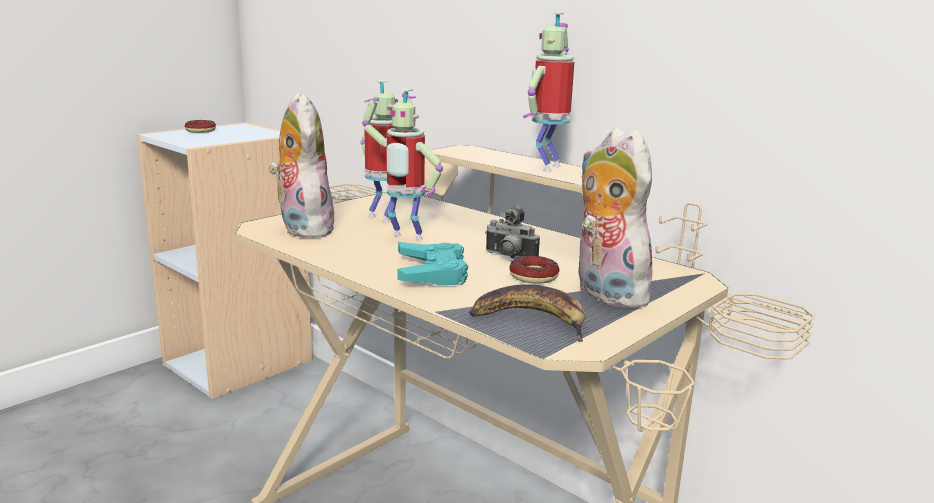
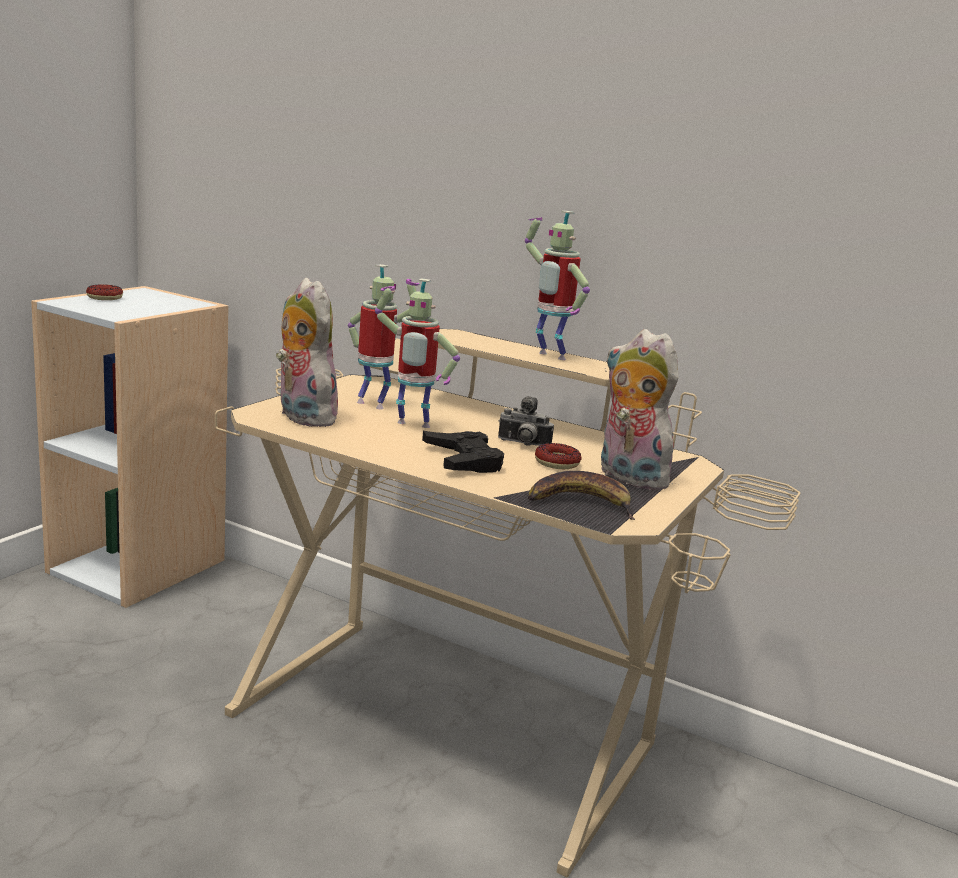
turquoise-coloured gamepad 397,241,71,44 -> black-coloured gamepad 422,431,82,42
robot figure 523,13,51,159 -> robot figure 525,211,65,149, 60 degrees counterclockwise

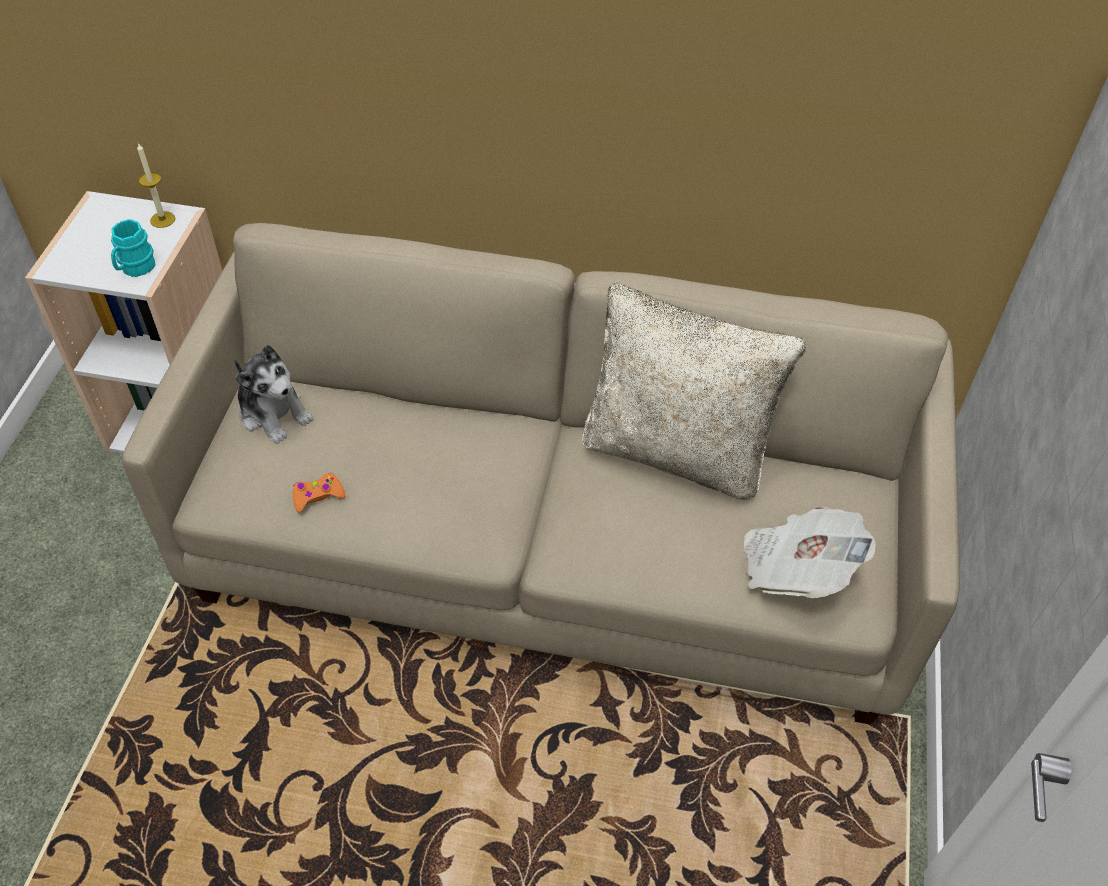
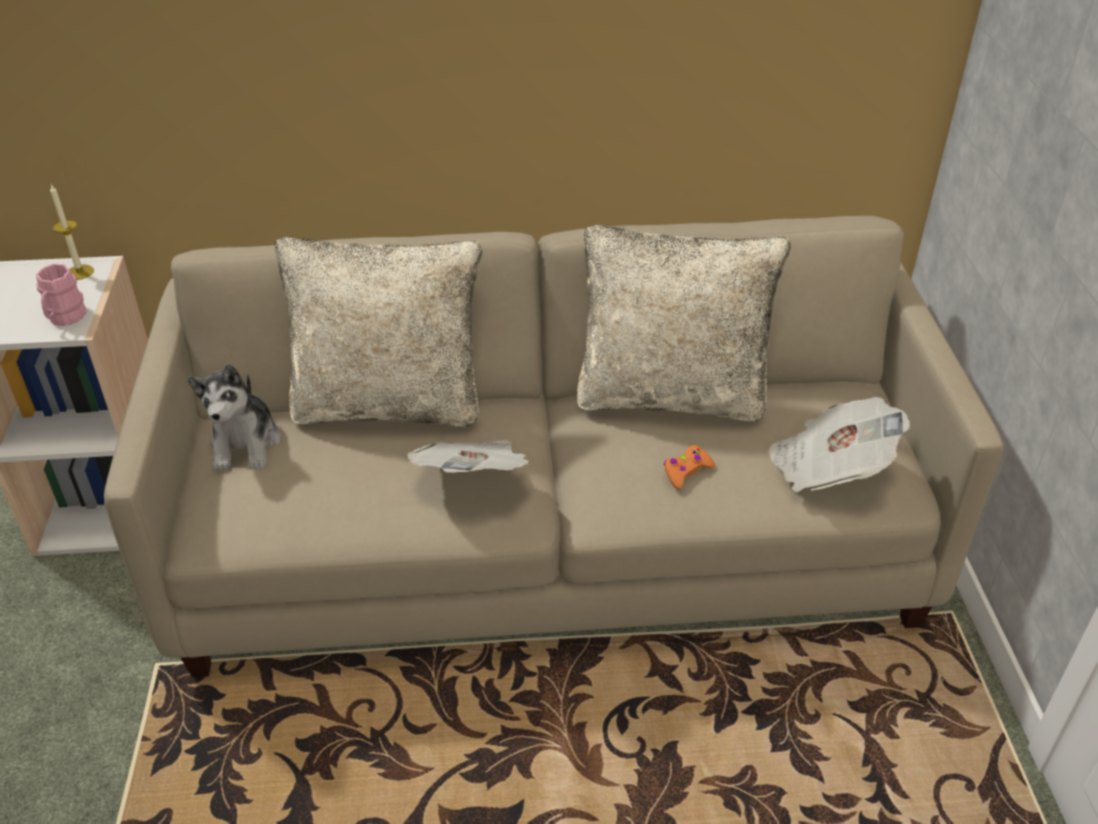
turquoise-coloured tea mug 111,219,44,58 -> pink tea mug 36,263,51,63
plush toy 234,345,79,99 -> plush toy 187,364,94,107, 60 degrees clockwise
orange gamepad 293,473,53,39 -> orange gamepad 664,445,51,44, move
none -> beige throw pillow 275,236,208,191
none -> newspaper 407,440,124,33

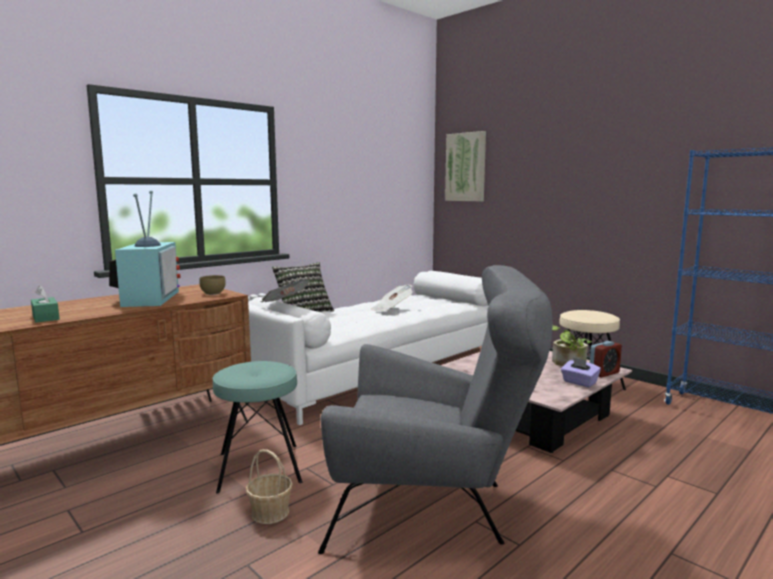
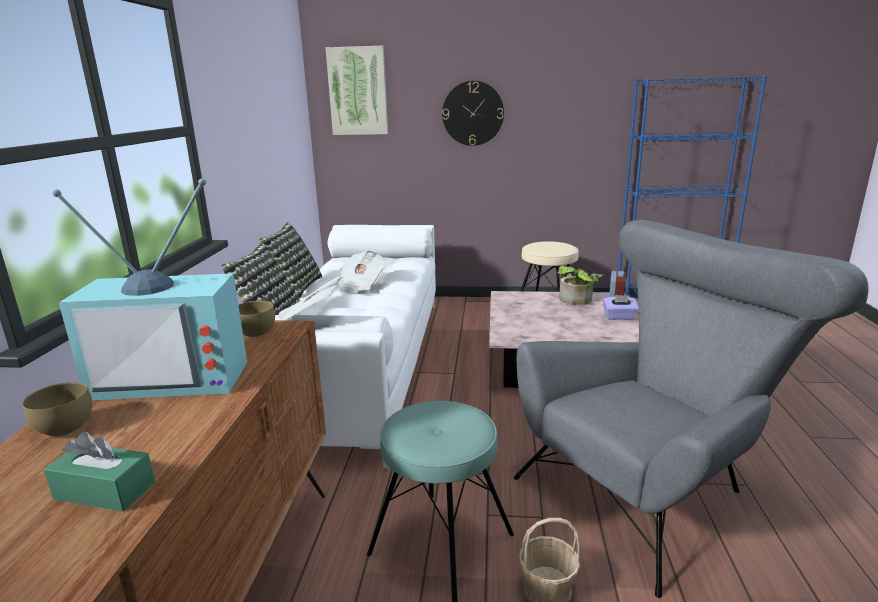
television 109,191,71,116 -> television 53,178,194,223, 135 degrees clockwise
none -> brown-coloured bowl 23,382,69,55
none -> throw pillow 259,223,63,76
none -> hanging clock 442,81,62,65

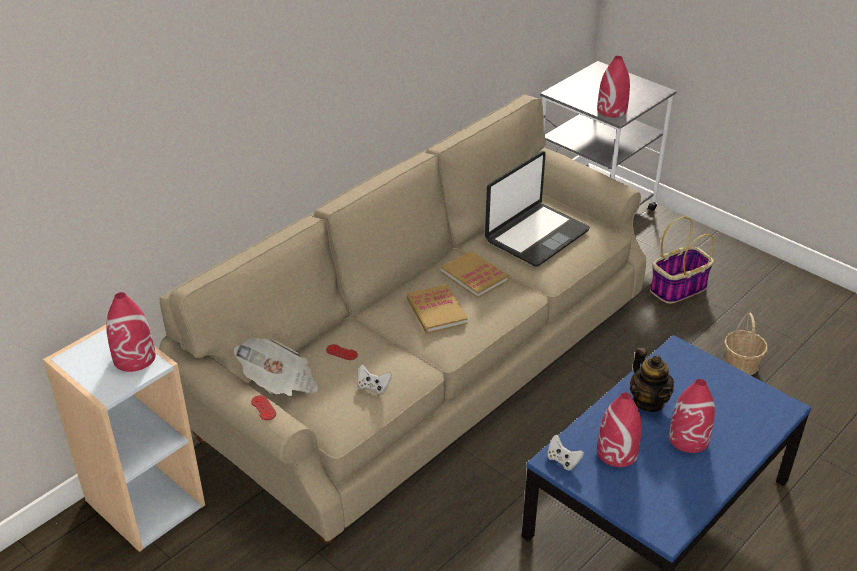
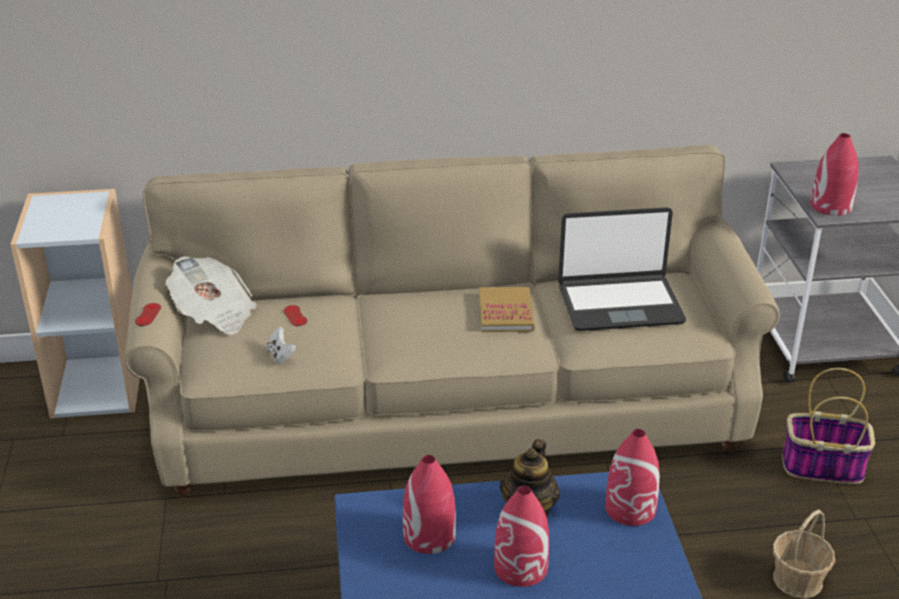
red-coloured decorative vase 106,292,50,80 -> red-coloured decorative vase 605,429,55,97, move
book 407,284,61,50 -> none
white gamepad 547,435,37,36 -> none

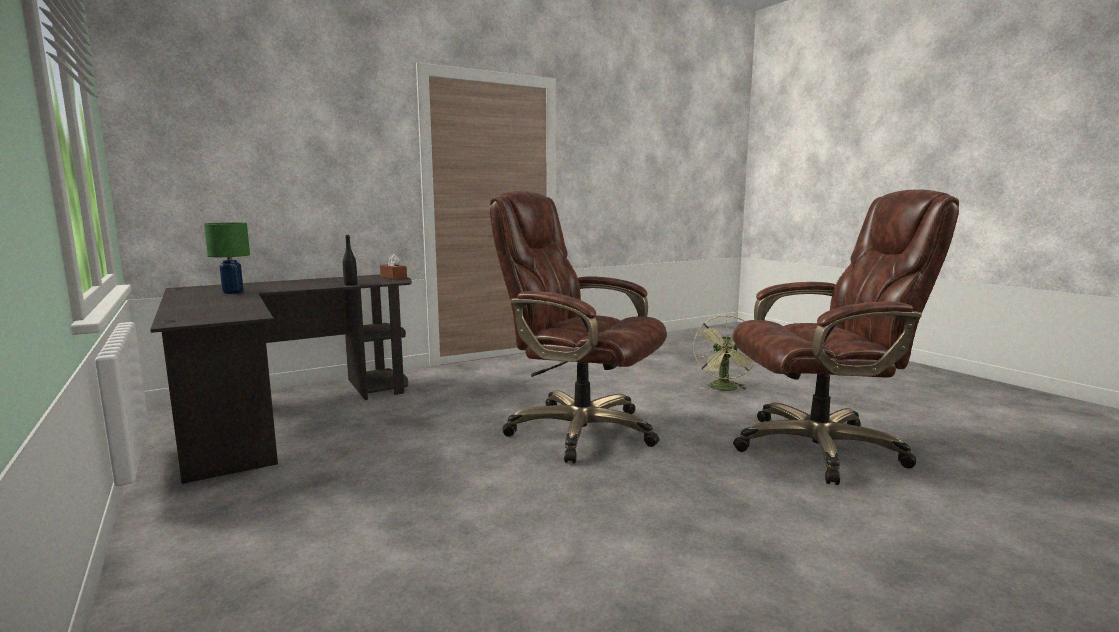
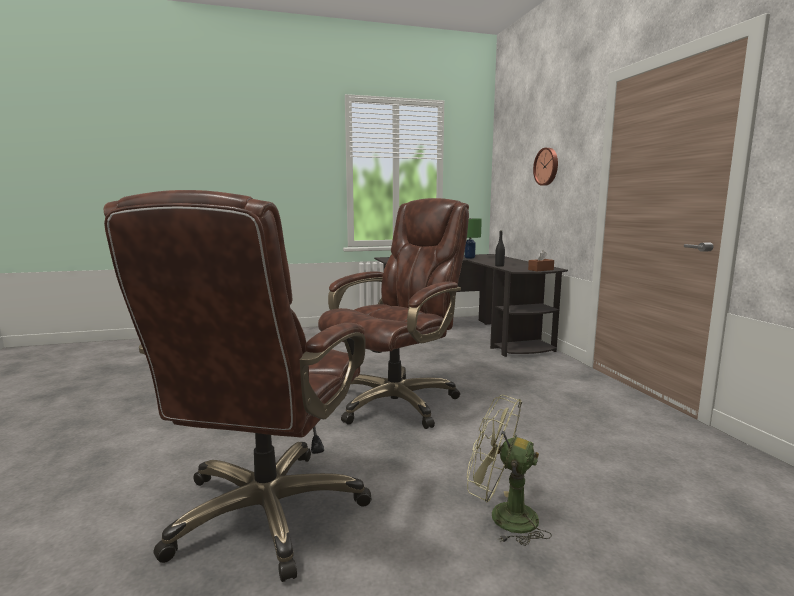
none -> hanging clock 533,148,25,38

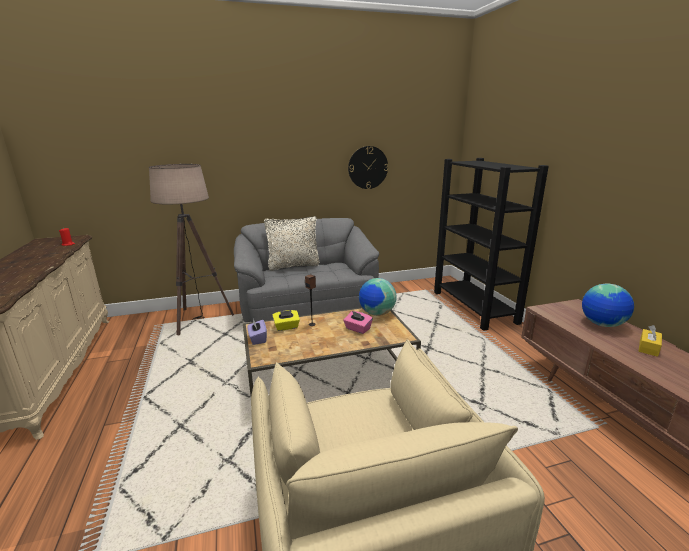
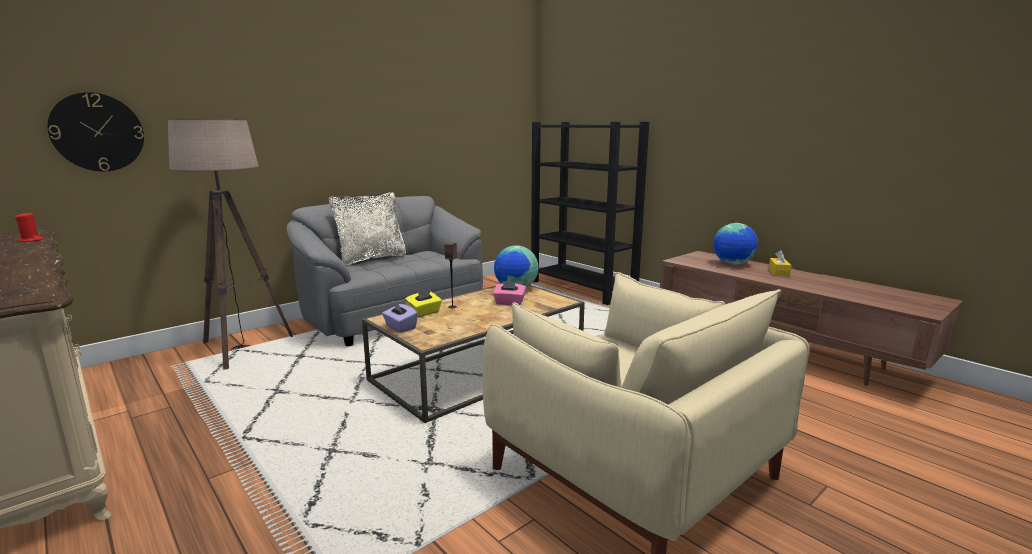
hanging clock 348,146,40,43 -> hanging clock 47,92,97,79, move

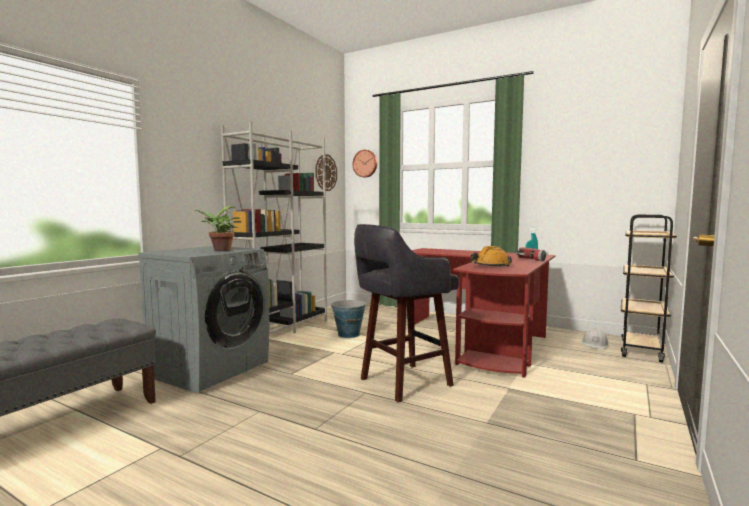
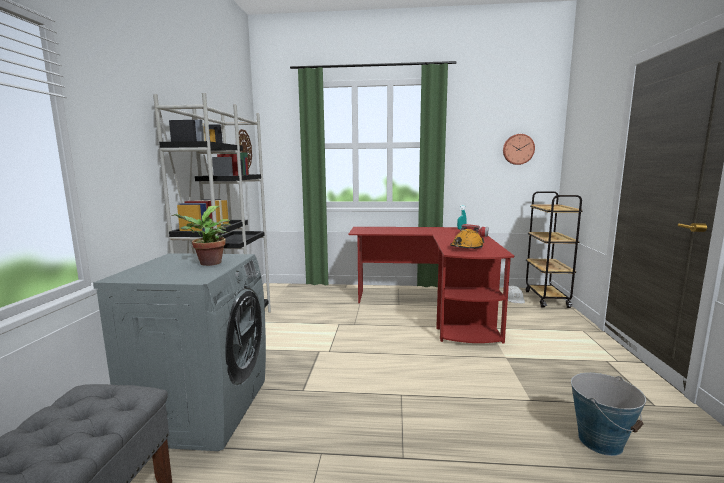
bucket 331,300,36,38 -> bucket 571,373,75,83, move
hanging clock 353,150,24,27 -> hanging clock 503,134,32,31, move
greyish sitting stool 354,224,105,178 -> none

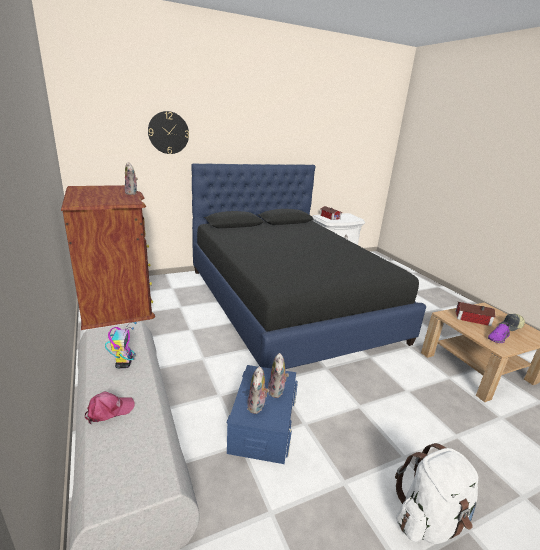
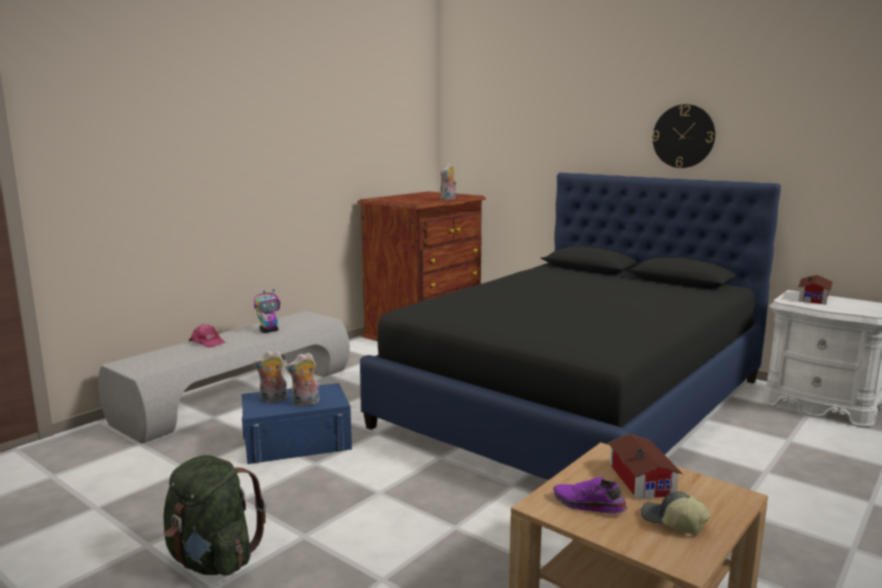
hanging clock 148,111,41,43 -> hanging clock 652,104,63,64, move
white backpack 395,443,83,101 -> greenish backpack 163,455,103,121

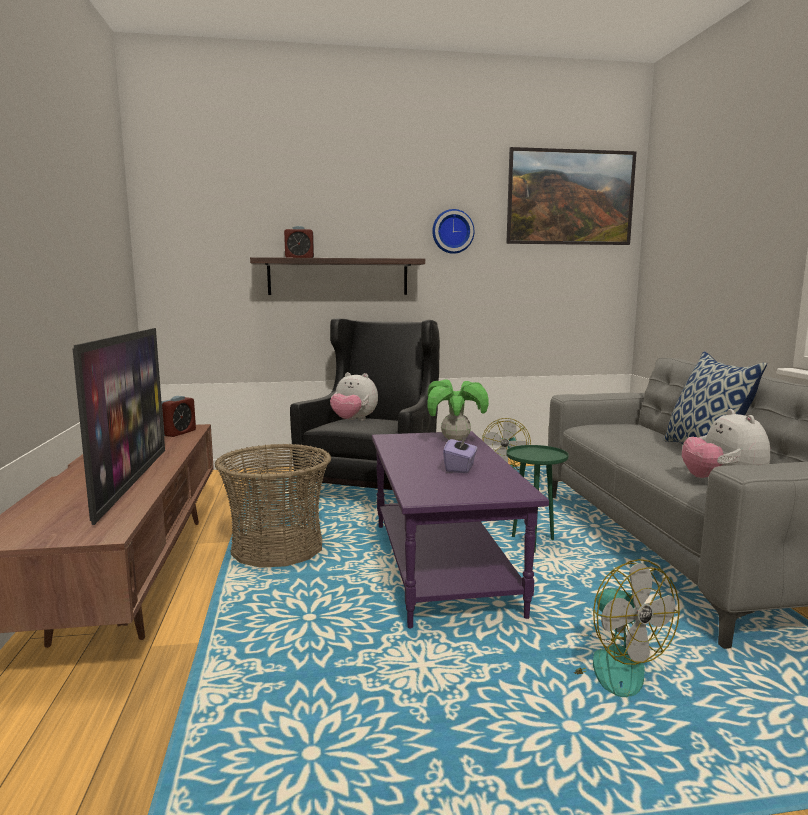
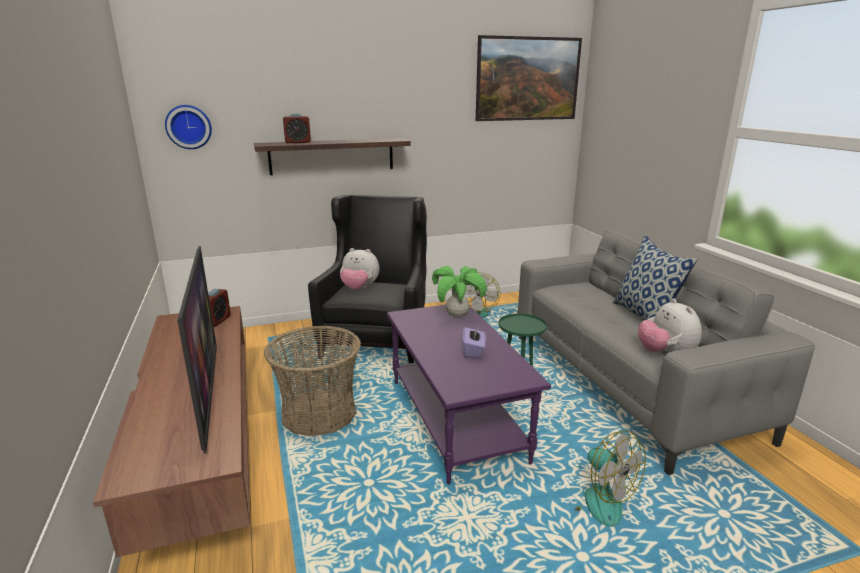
hanging clock 432,209,42,45 -> hanging clock 165,105,47,44, move

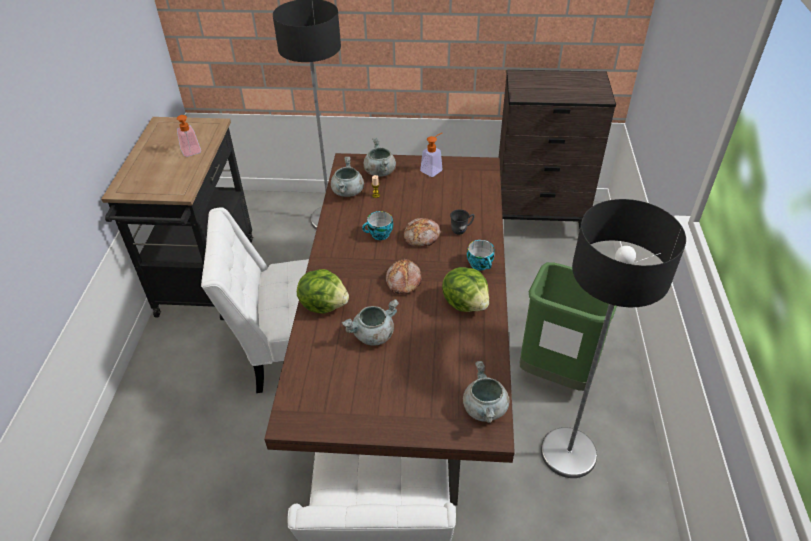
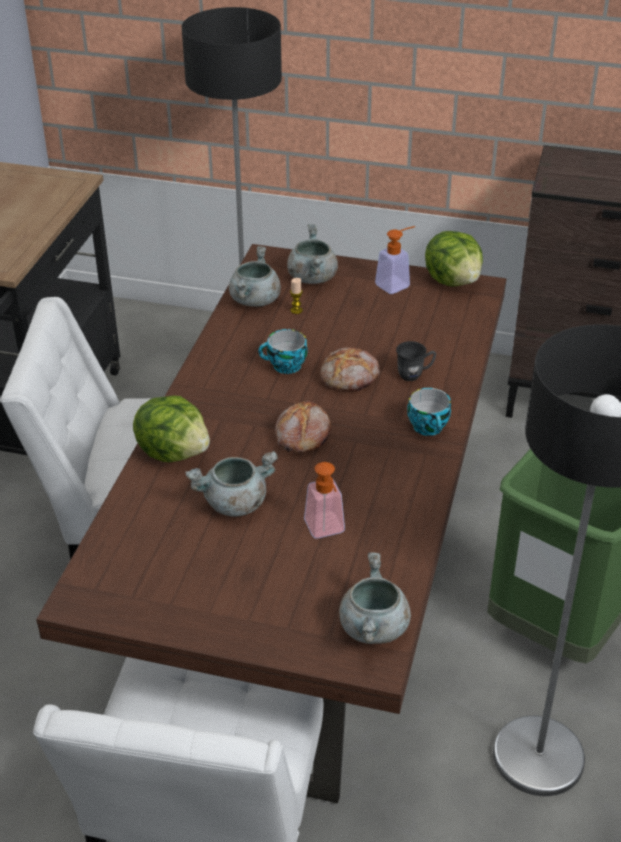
soap dispenser 177,115,24,42 -> soap dispenser 304,462,41,77, move
lettuce head 442,267,47,45 -> lettuce head 425,231,58,55, move

